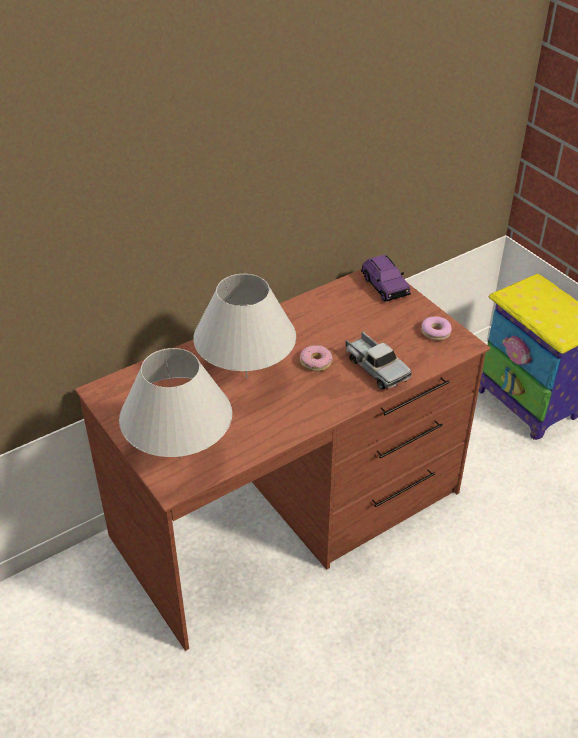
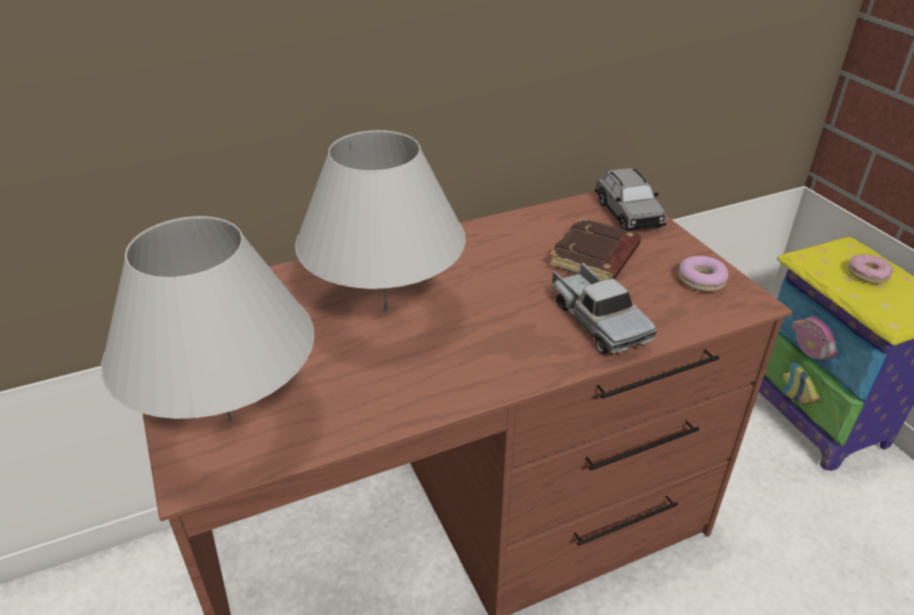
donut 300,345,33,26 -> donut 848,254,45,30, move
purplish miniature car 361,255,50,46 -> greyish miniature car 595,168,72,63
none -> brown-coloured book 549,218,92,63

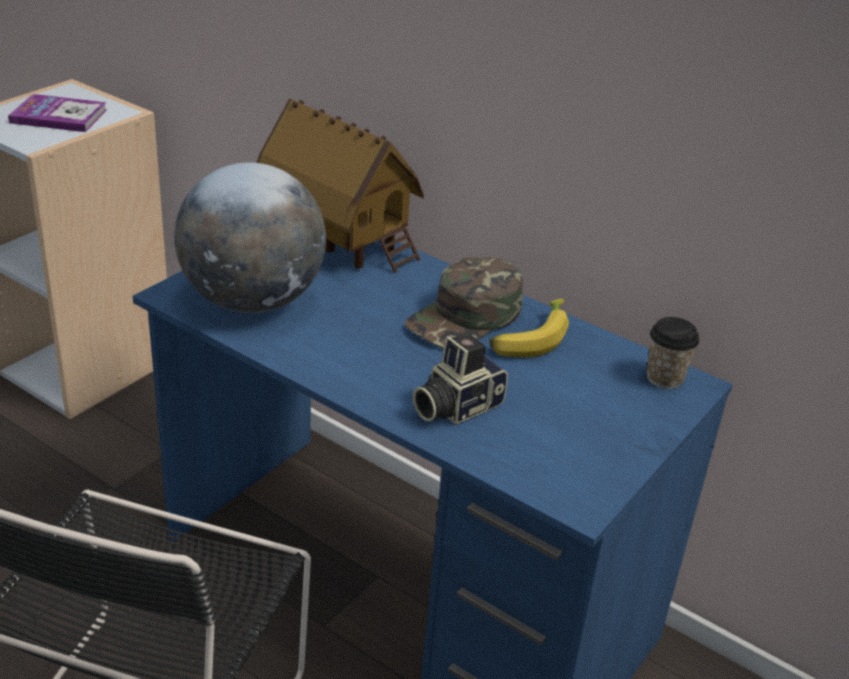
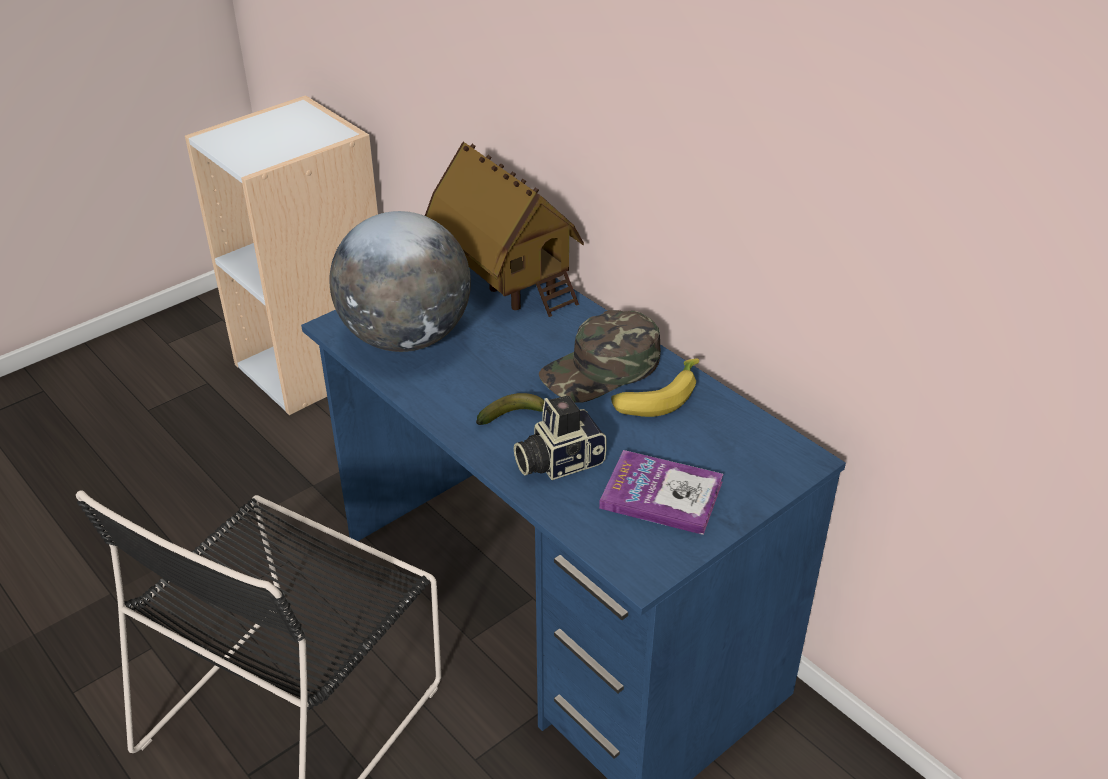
book 8,94,99,38 -> book 599,450,124,85, move
drinking cup 647,317,52,72 -> none
none -> banana 476,393,68,32

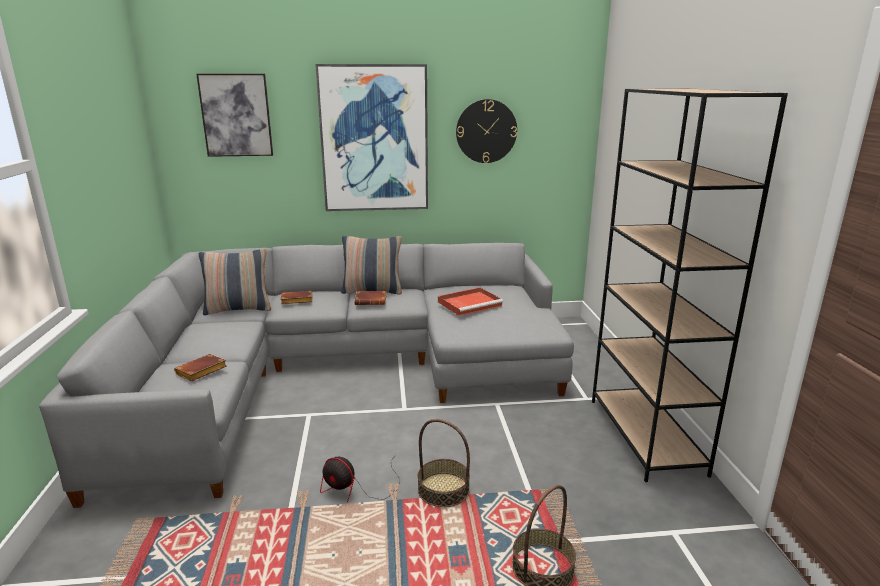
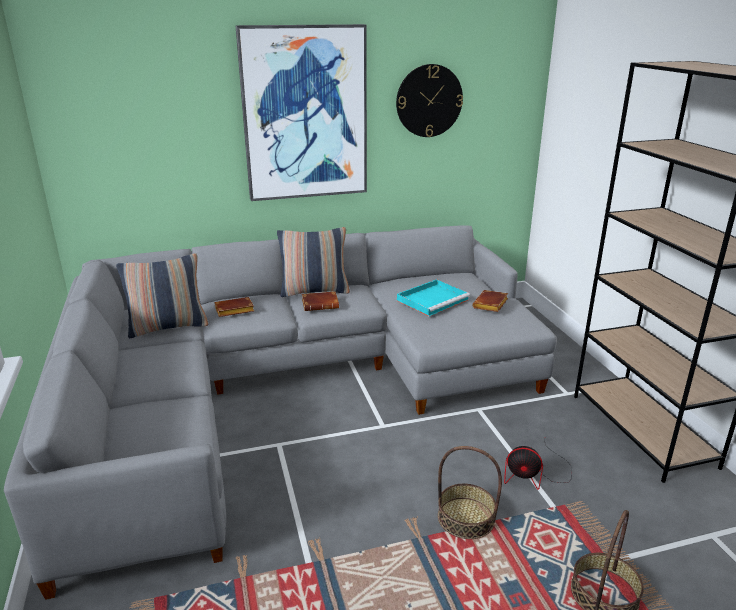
brown-coloured book 174,354,53,27 -> brown-coloured book 472,290,36,22, move
wall picture 196,74,77,83 -> none
cooling fan 320,455,78,48 -> cooling fan 504,443,67,47, move
red-coloured tray 438,287,65,29 -> turquoise-coloured tray 397,279,73,37

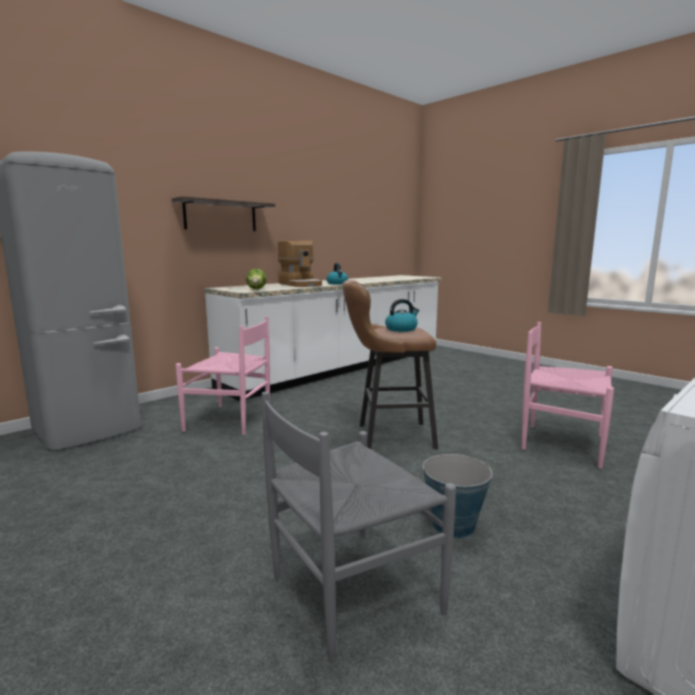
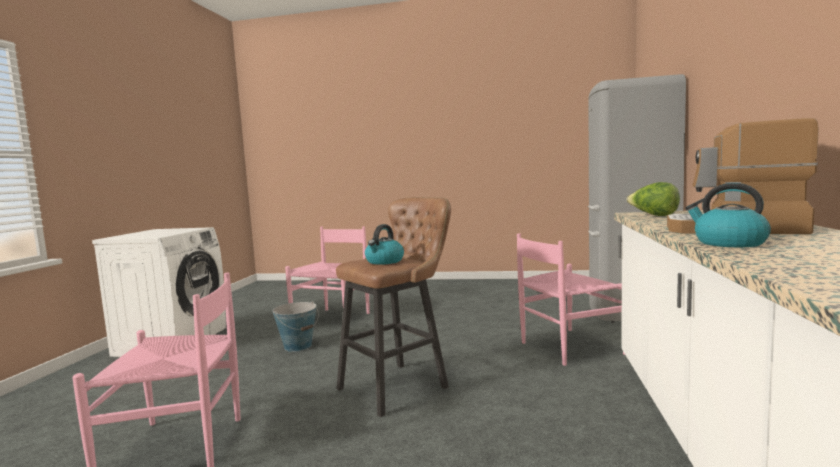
shelf 171,196,104,35 -> none
greyish upright chair 262,392,194,269 -> pink upright chair 285,226,85,88

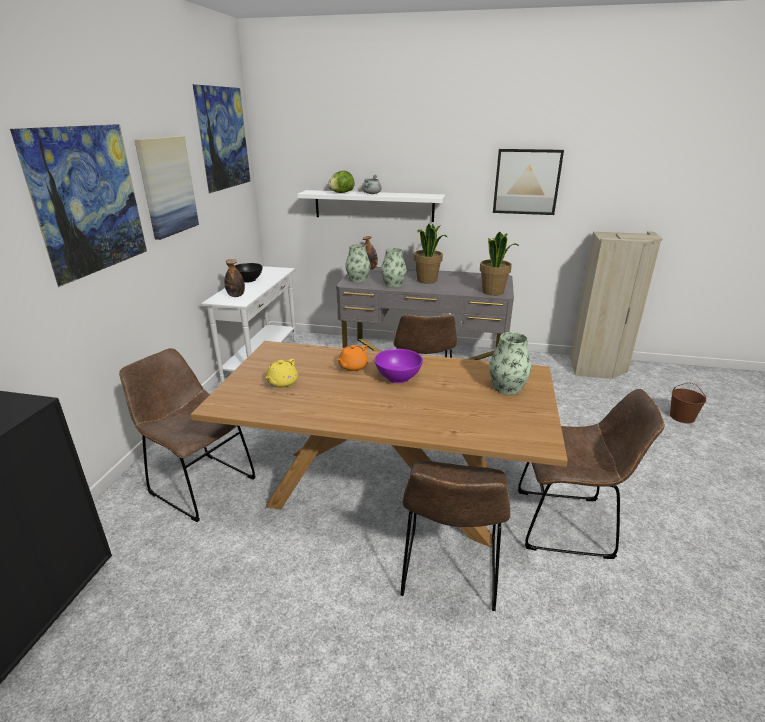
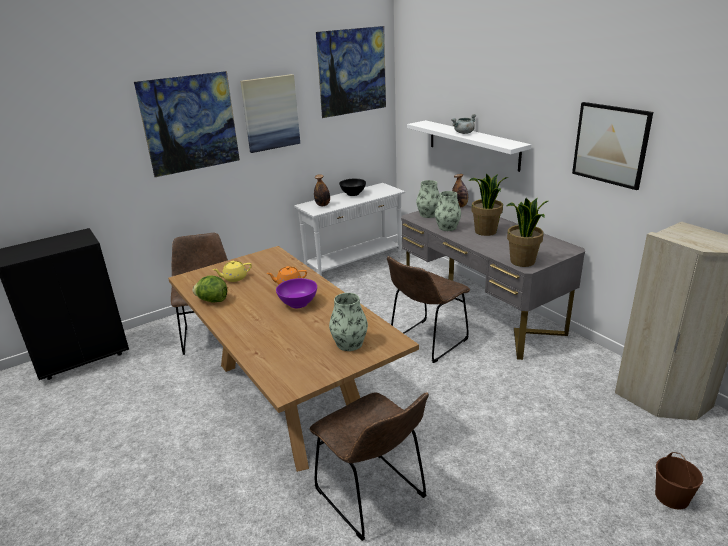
lettuce head 328,171,26,22 -> lettuce head 193,276,34,26, move
brown-coloured upright chair 400,461,110,150 -> none

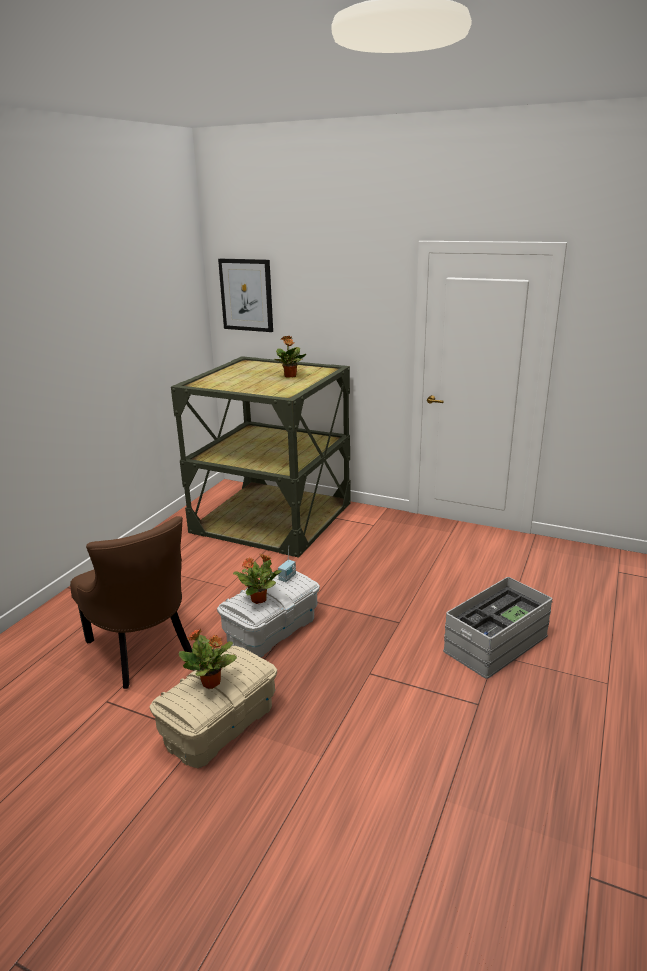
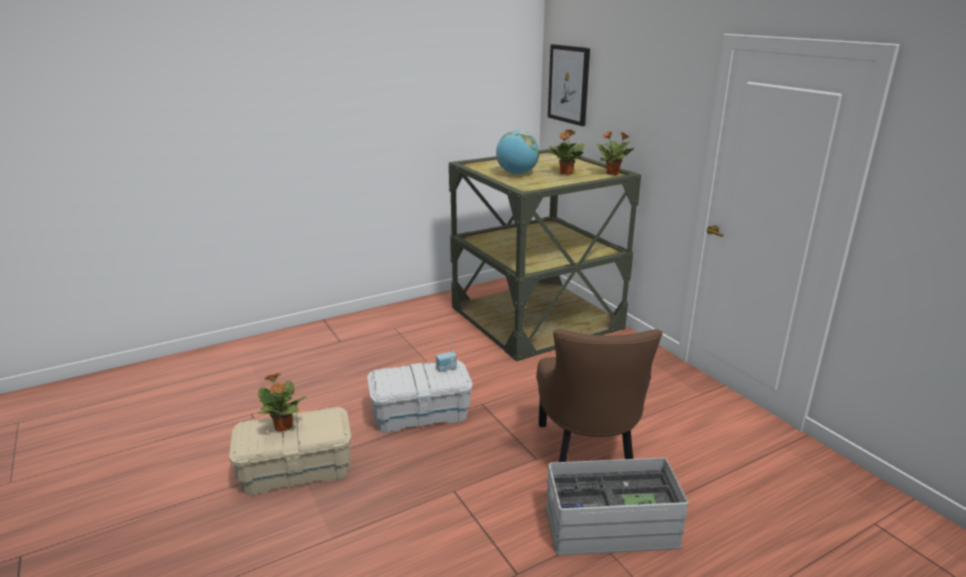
brown-coloured upright chair 70,516,122,173 -> brown-coloured upright chair 536,329,127,133, move
plant in a pot 233,554,49,50 -> plant in a pot 596,131,38,44, move
none -> globe 496,130,43,45

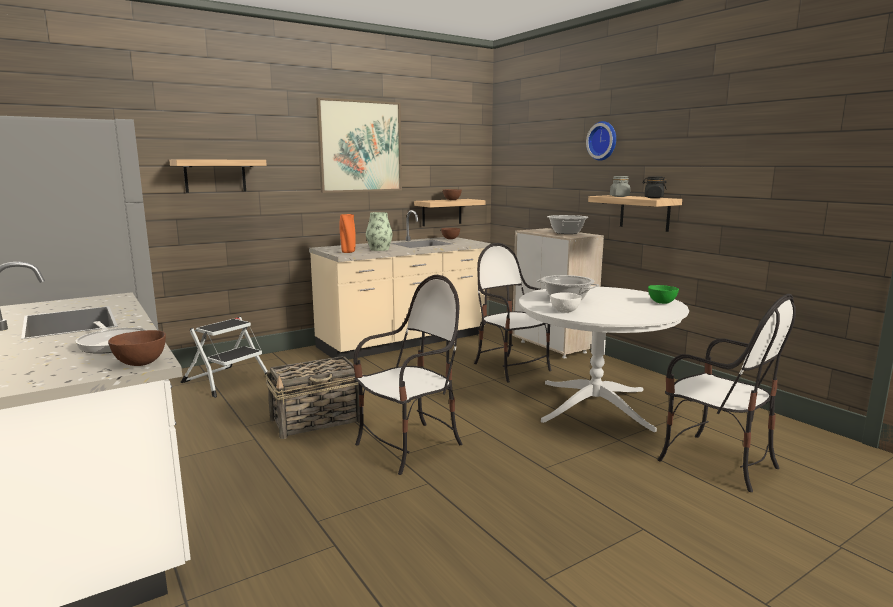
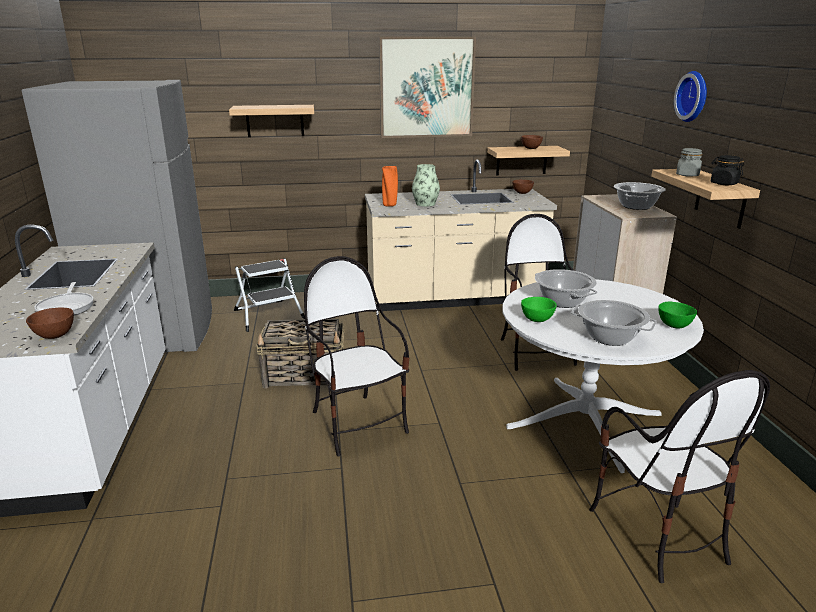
upright chair 353,275,110,200 -> upright chair 304,256,106,200, 105 degrees counterclockwise
white bowl 550,292,32,21 -> greenish bowl 521,297,36,25
none -> saucepot 571,300,86,46

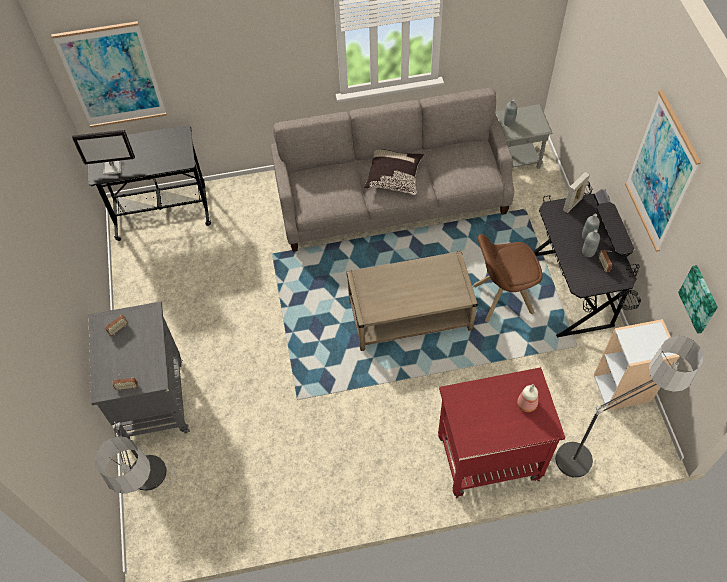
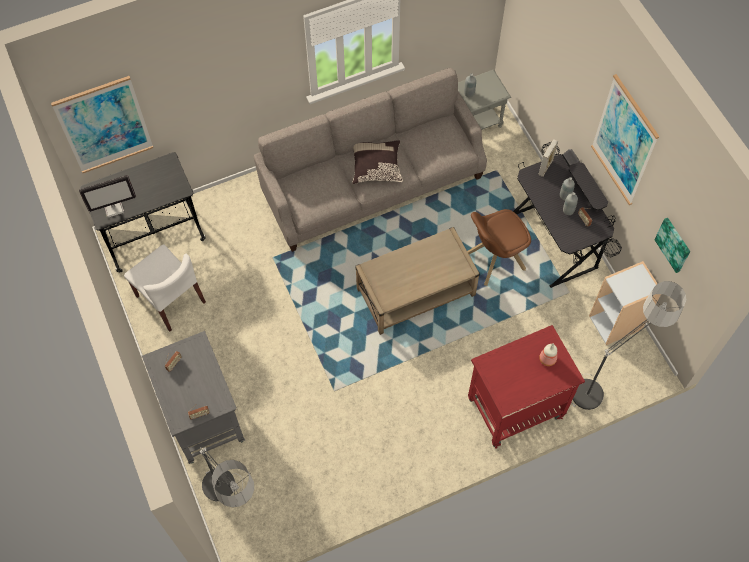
none -> white upright chair 124,244,82,88

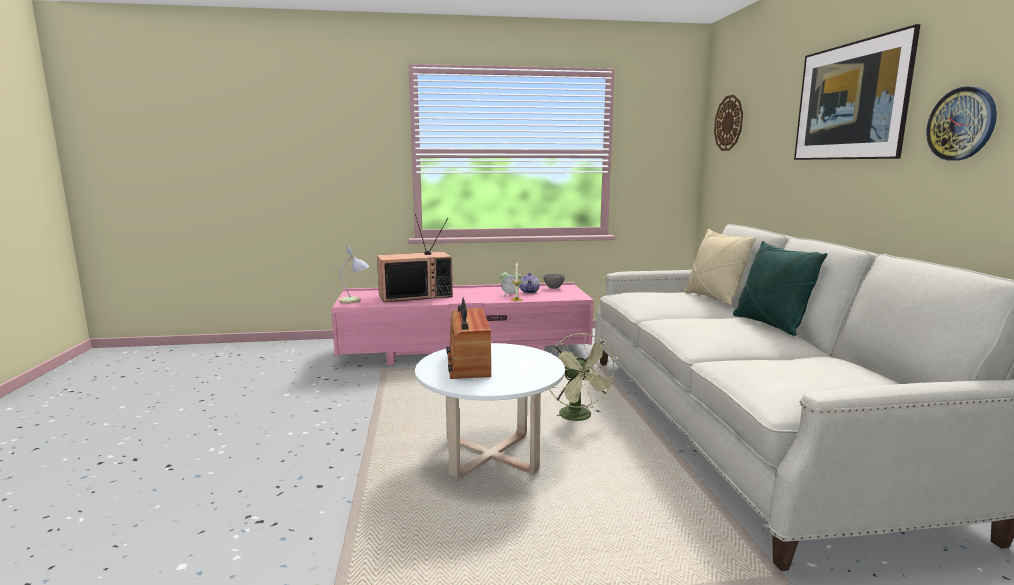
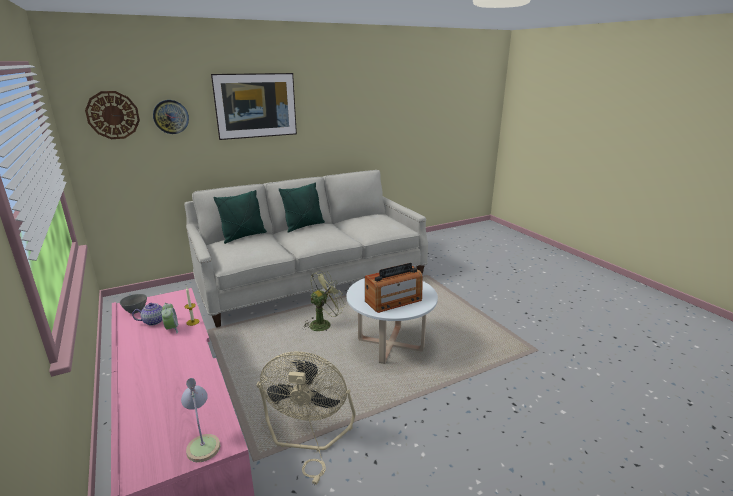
television 377,214,76,88 -> none
beige throw pillow 684,229,72,77 -> greenish throw pillow 213,190,54,54
hanging clock 926,86,71,74 -> hanging clock 153,100,36,34, move
none -> beige cooling fan 257,352,99,133

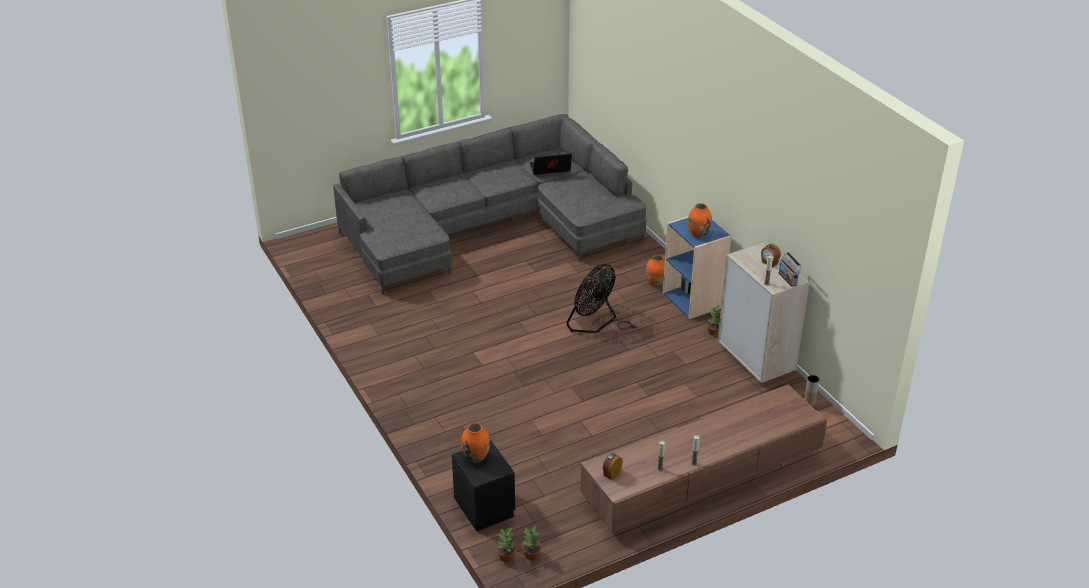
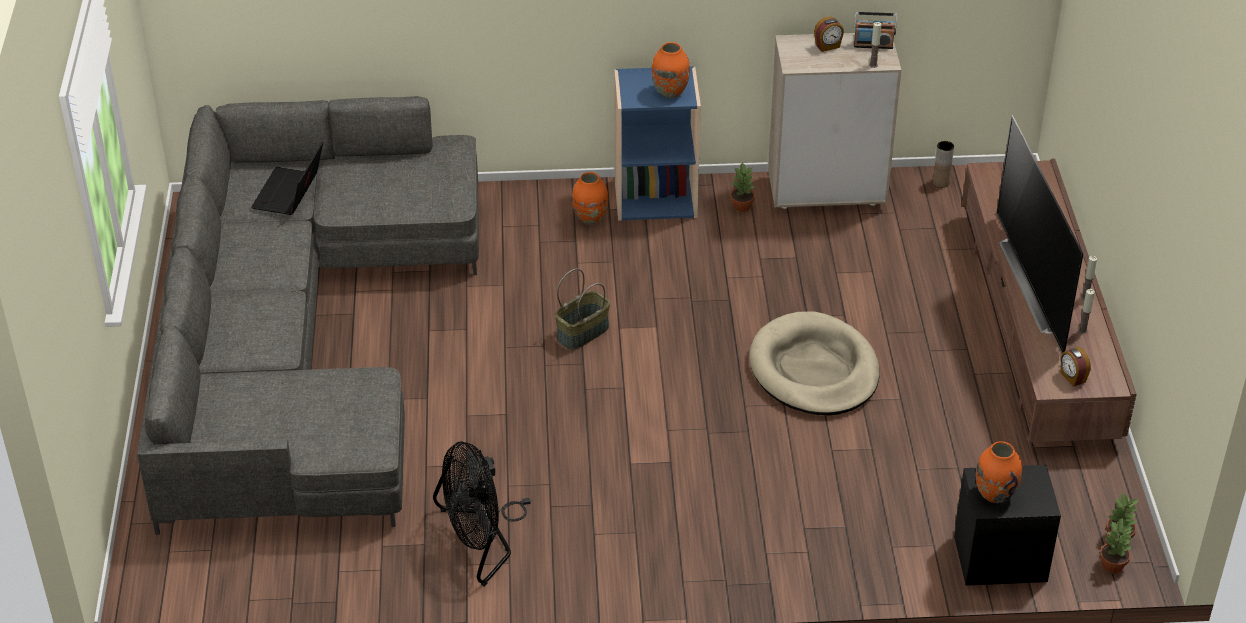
black-coloured cooling fan 567,264,69,69 -> black-coloured cooling fan 433,441,99,146, move
none -> storage basket 555,269,55,81
none -> beige pet bed 749,312,131,103
none -> television 996,115,87,238

